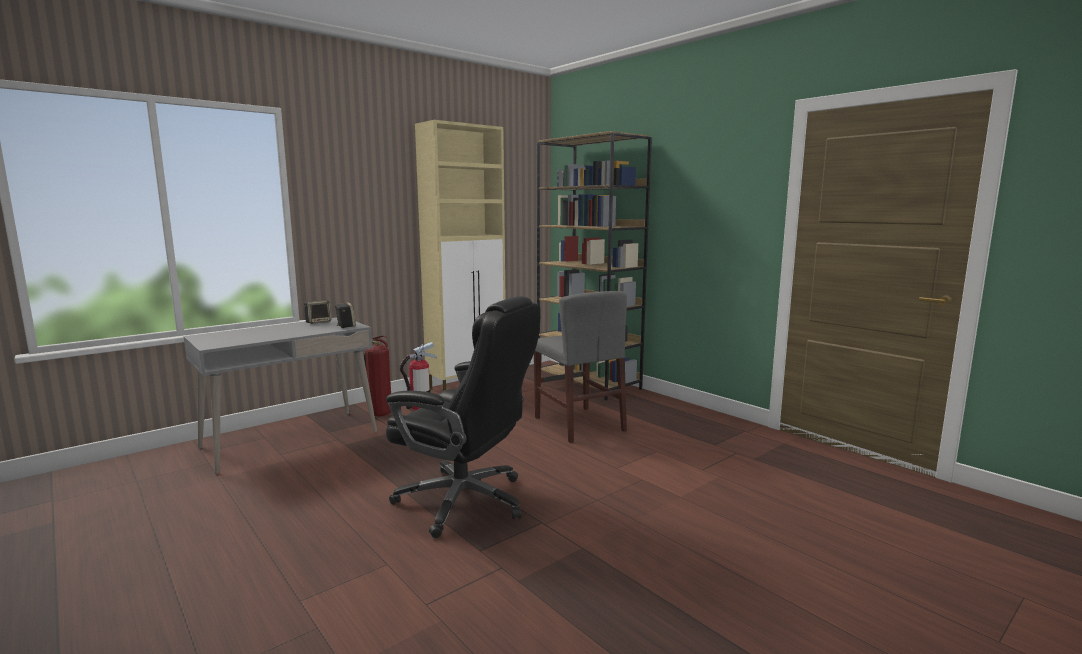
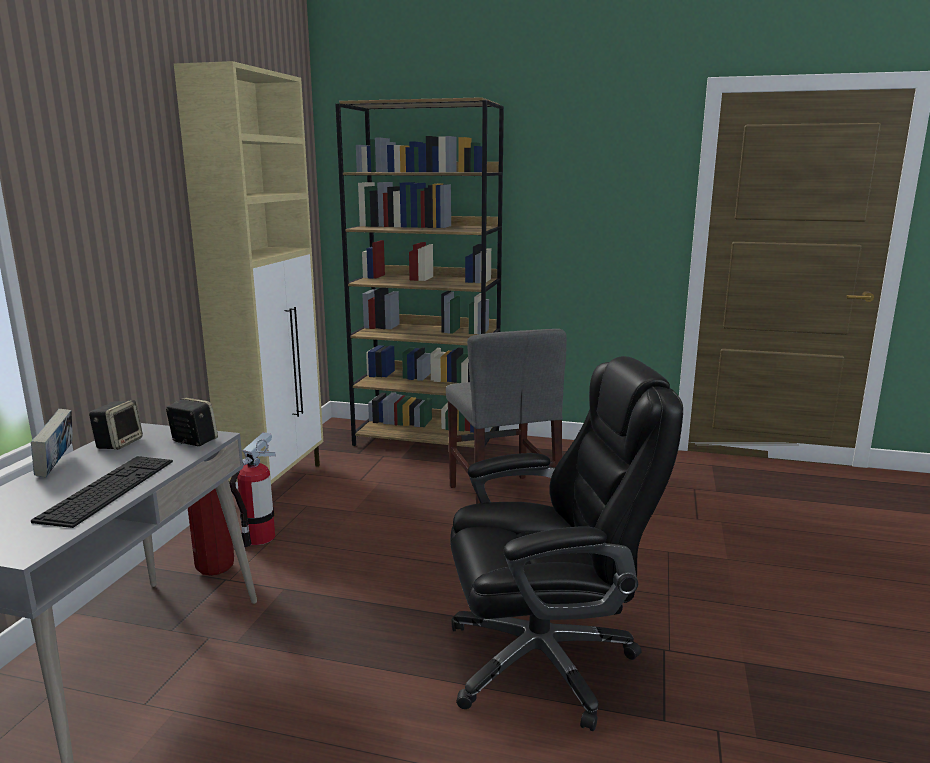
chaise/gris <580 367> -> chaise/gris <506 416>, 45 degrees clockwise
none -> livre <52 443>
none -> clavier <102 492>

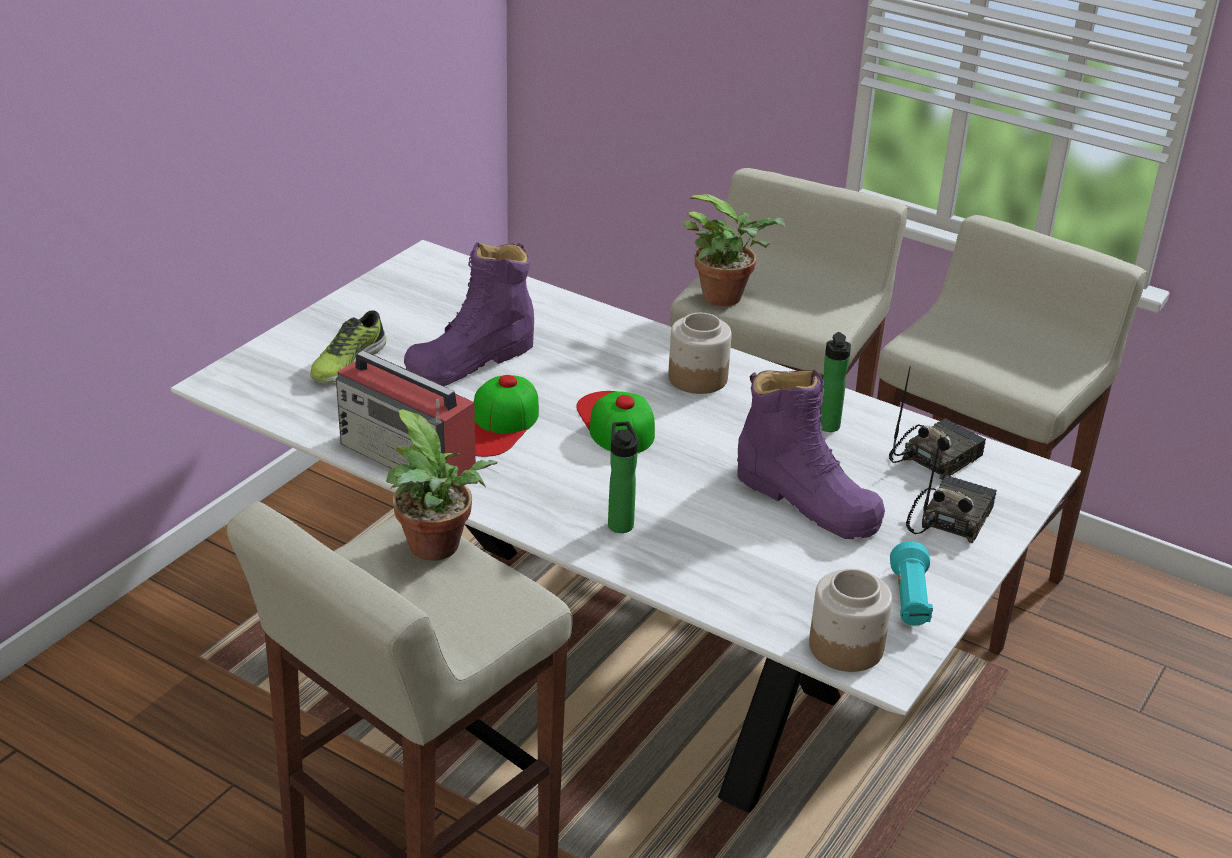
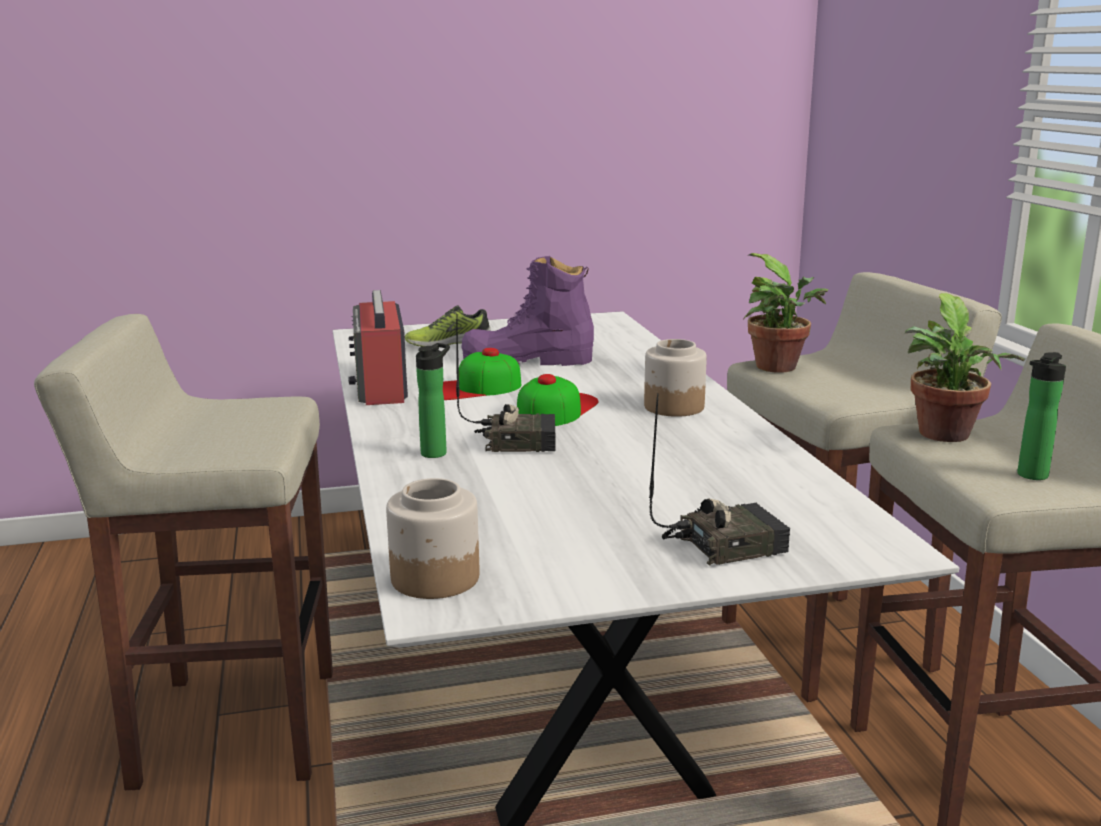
plante en pot <441 485> -> plante en pot <965 367>, shifted
botte/violet <811 454> -> none
bouteille <836 382> -> bouteille <1041 416>, shifted
radio <937 423> -> radio <505 383>, shifted
lampe de poche/turquoise <911 583> -> none

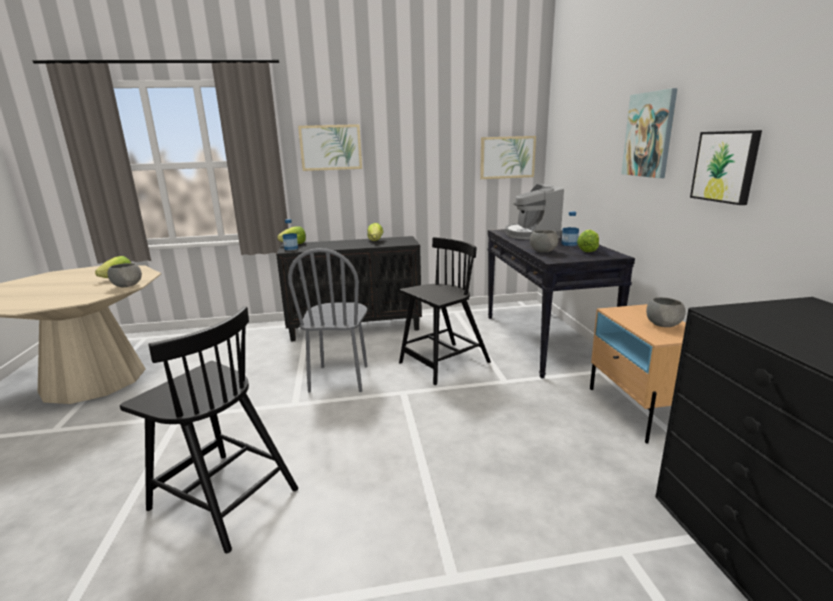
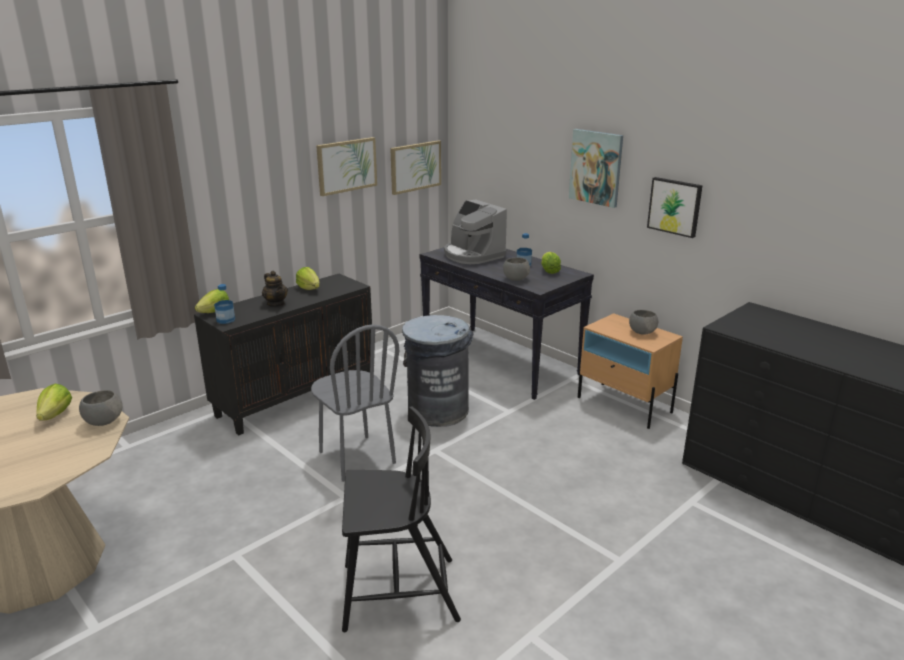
tableau <330 147> -> tableau <346 166>, shifted
chaise/noir <445 311> -> poubelle/gris <438 371>
none -> théière <275 289>

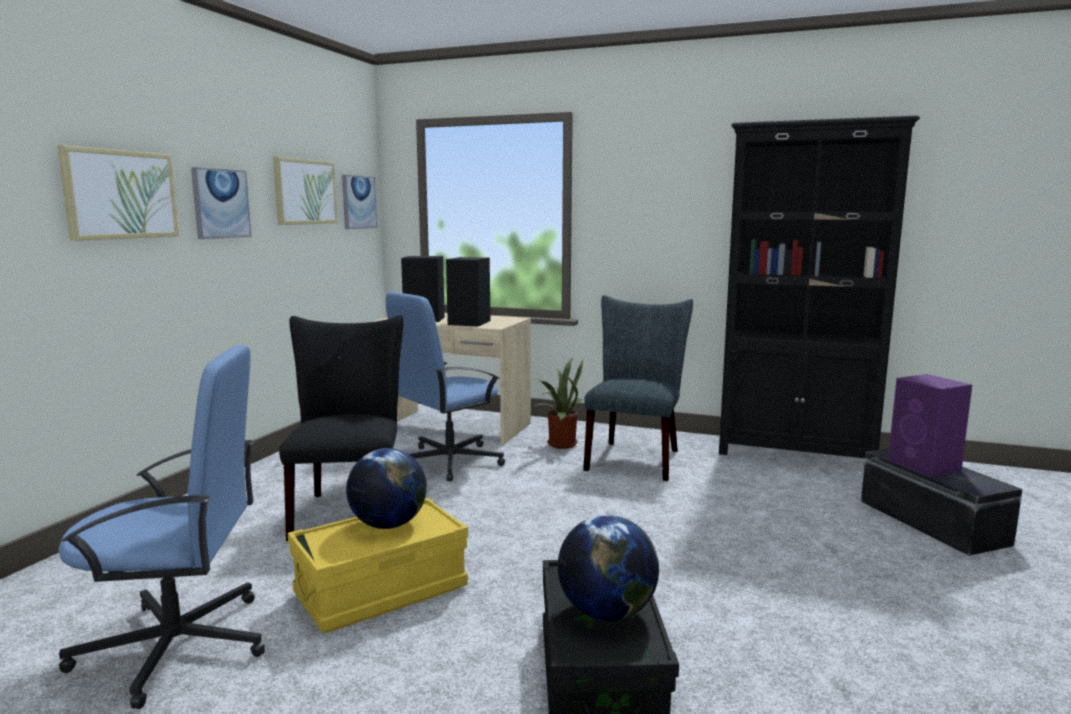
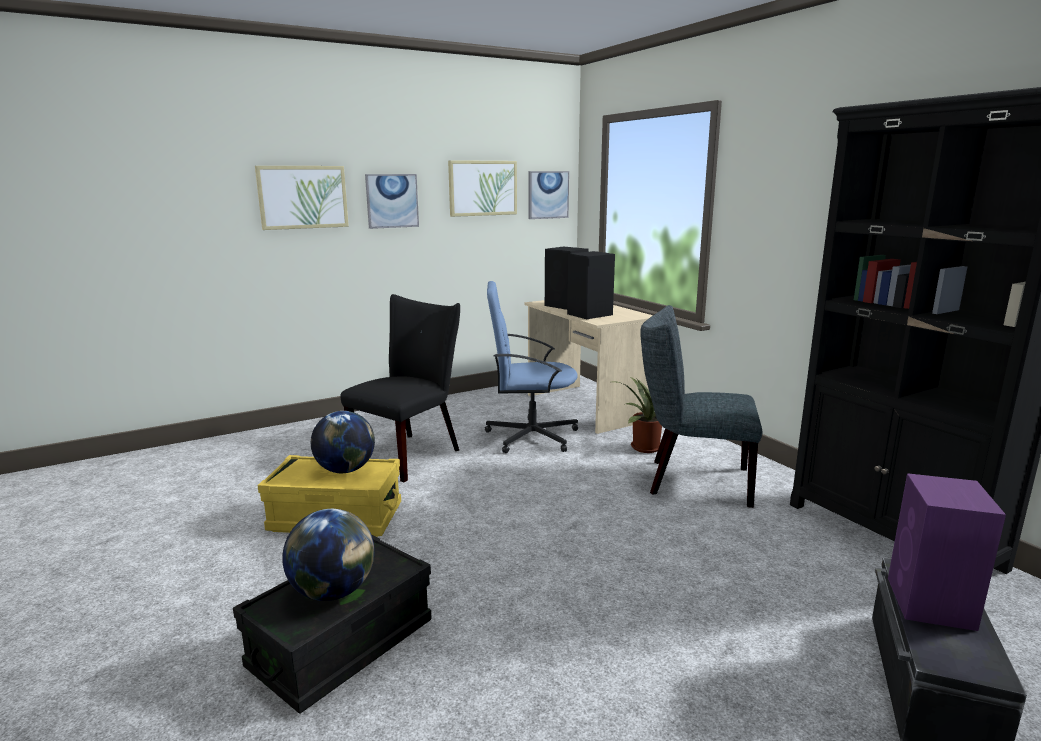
chaise de bureau/bleu <161 527> -> none
chaise/gris <638 388> -> chaise/gris <701 406>, 135 degrees counterclockwise

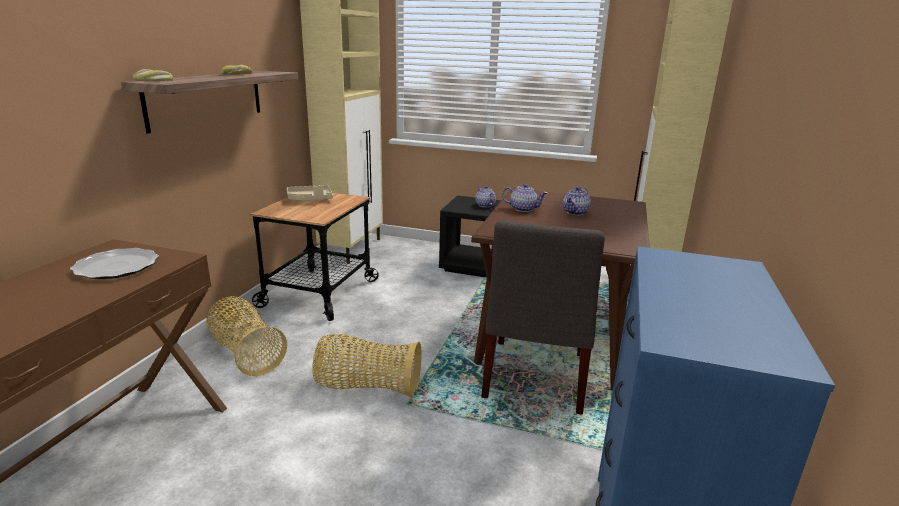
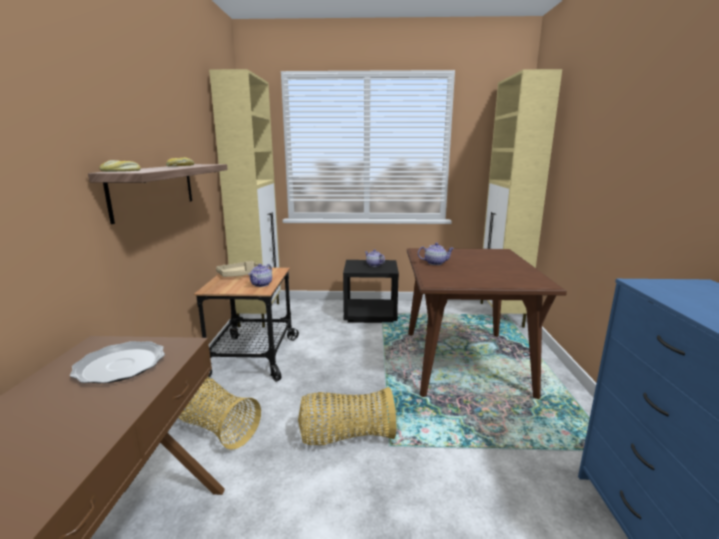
chaise/gris <543 317> -> none
théière <577 201> -> théière <260 275>, shifted

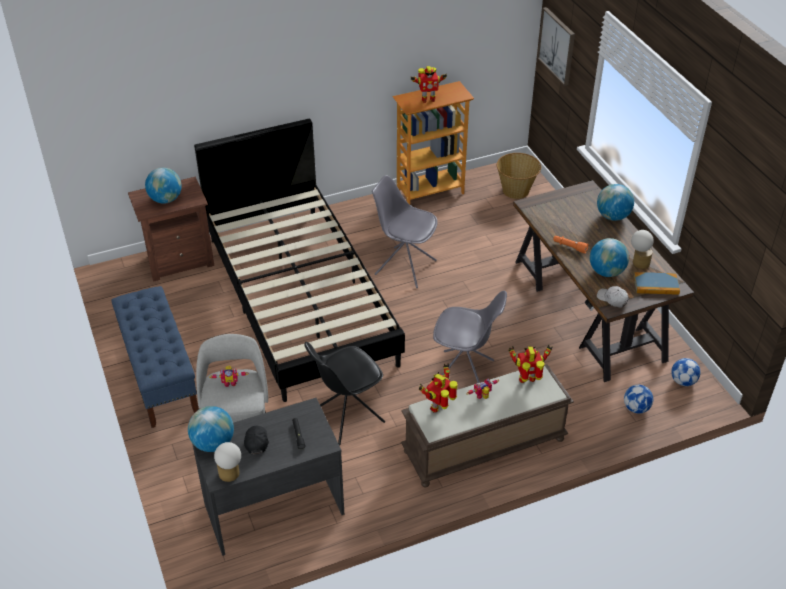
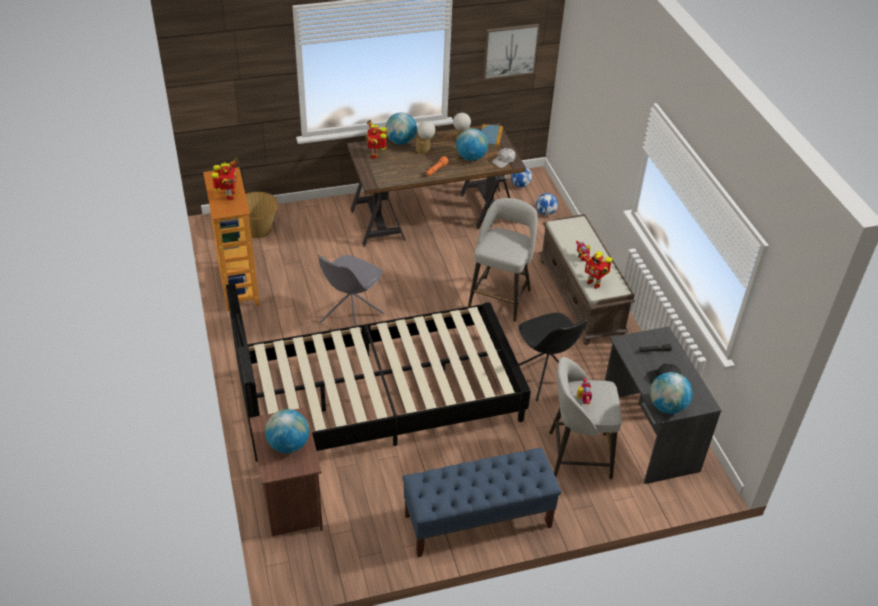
lampe de table <227 462> -> lampe de table <425 137>, shifted
chaise/gris <470 337> -> tabouret/gris <502 260>
robot jouet <531 364> -> robot jouet <375 139>, shifted
tableau <556 46> -> tableau <511 52>, shifted

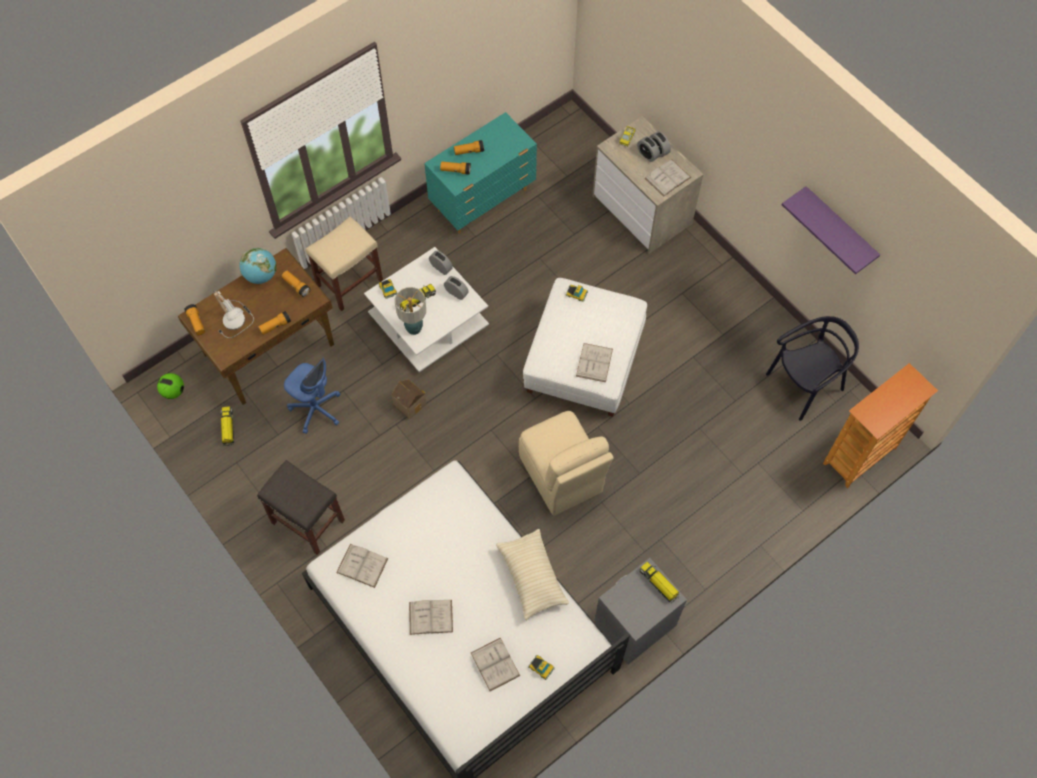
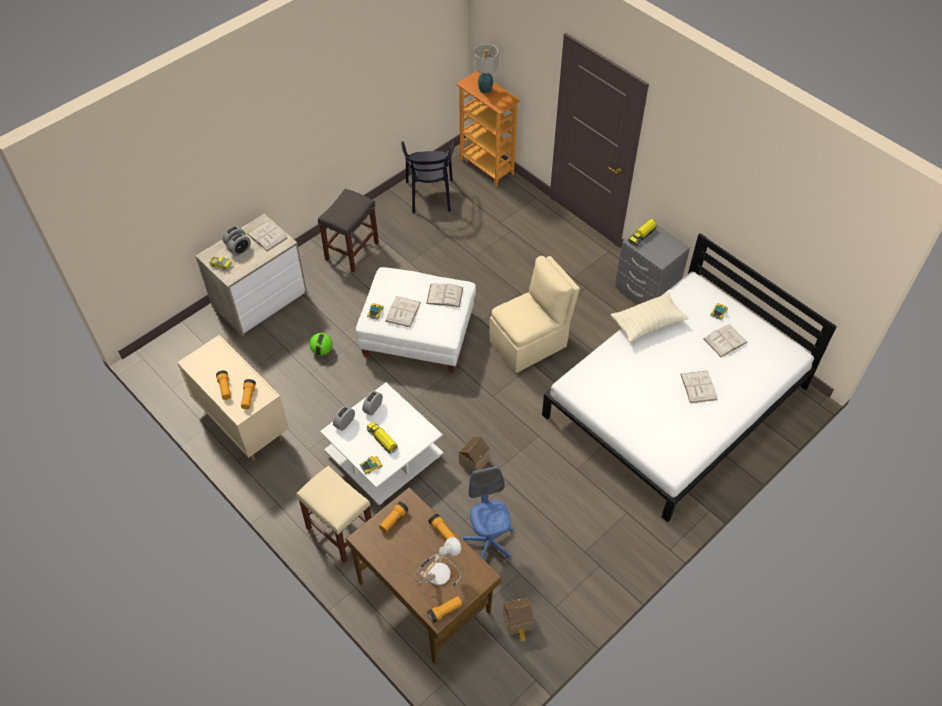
ballon de foot <170 386> -> ballon de foot <321 344>, shifted
camion jouet <227 426> -> maison miniature <518 619>
globe <258 266> -> none
tabouret/gris <301 507> -> tabouret/gris <348 231>, shifted
chaise de bureau/bleu <312 395> -> chaise de bureau/bleu <487 512>, 45 degrees counterclockwise
livre/blanc <362 566> -> livre/blanc <403 311>, shifted
lampe de table <410 311> -> lampe de table <486 68>, shifted
commode/turquoise <480 173> -> commode/beige <233 398>
chaise/noir <812 368> -> chaise/noir <427 176>, 150 degrees counterclockwise
étagère/violet <831 230> -> none

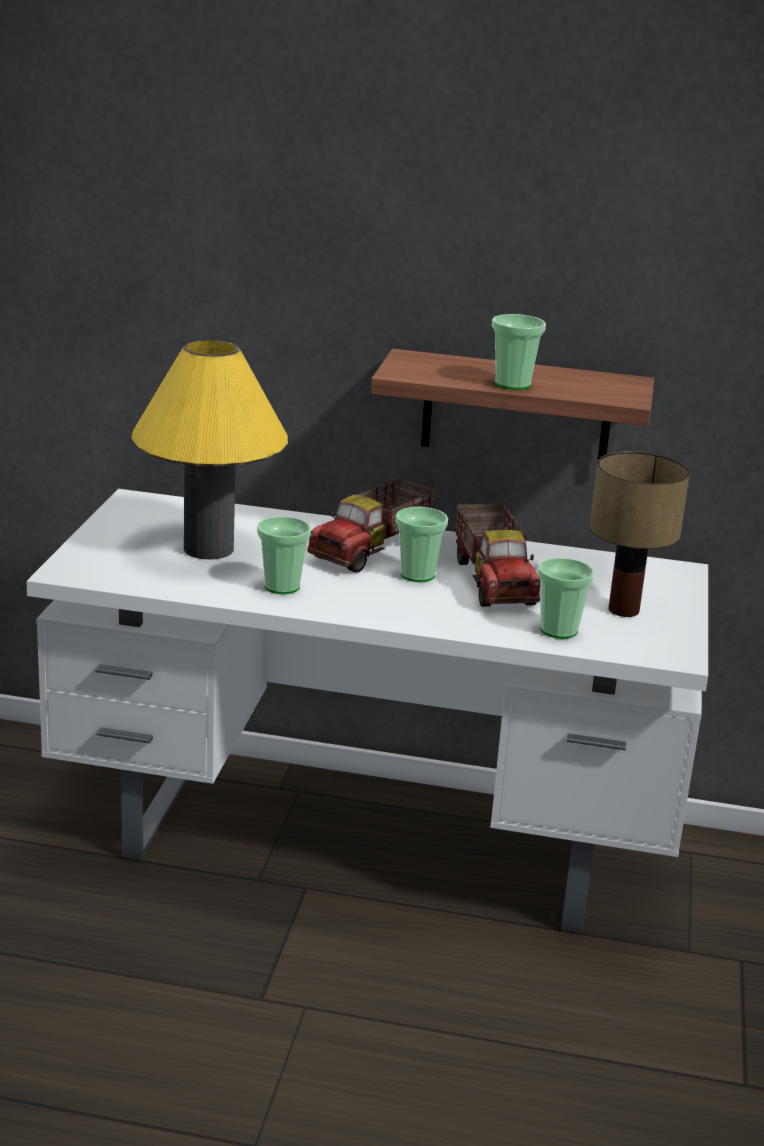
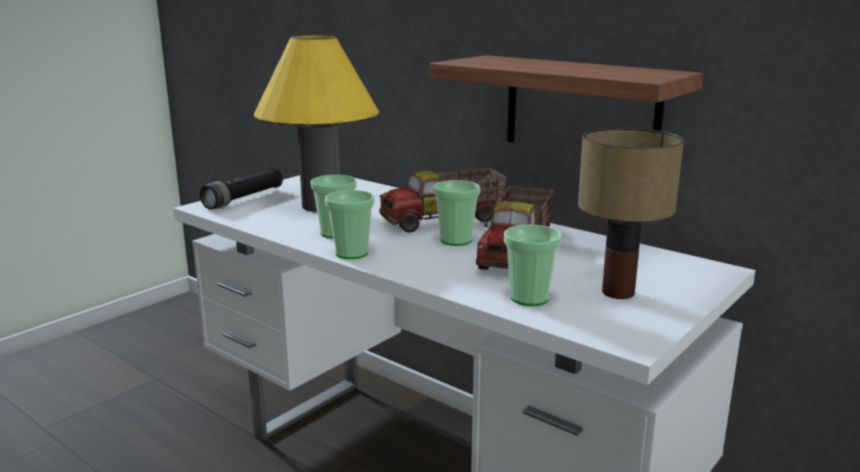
tasse <519 352> -> tasse <349 224>, shifted
none -> lampe de poche/noir <241 189>

